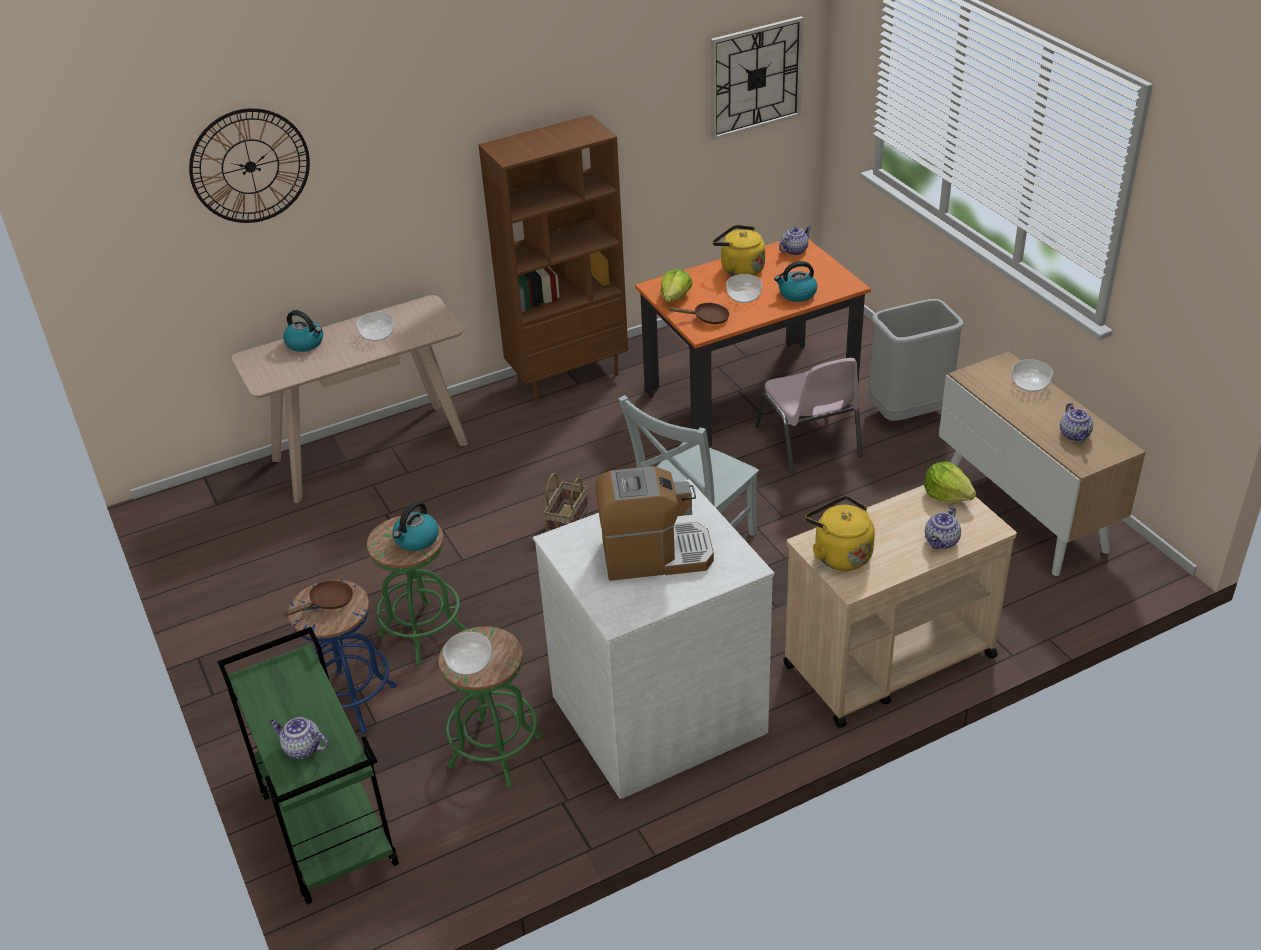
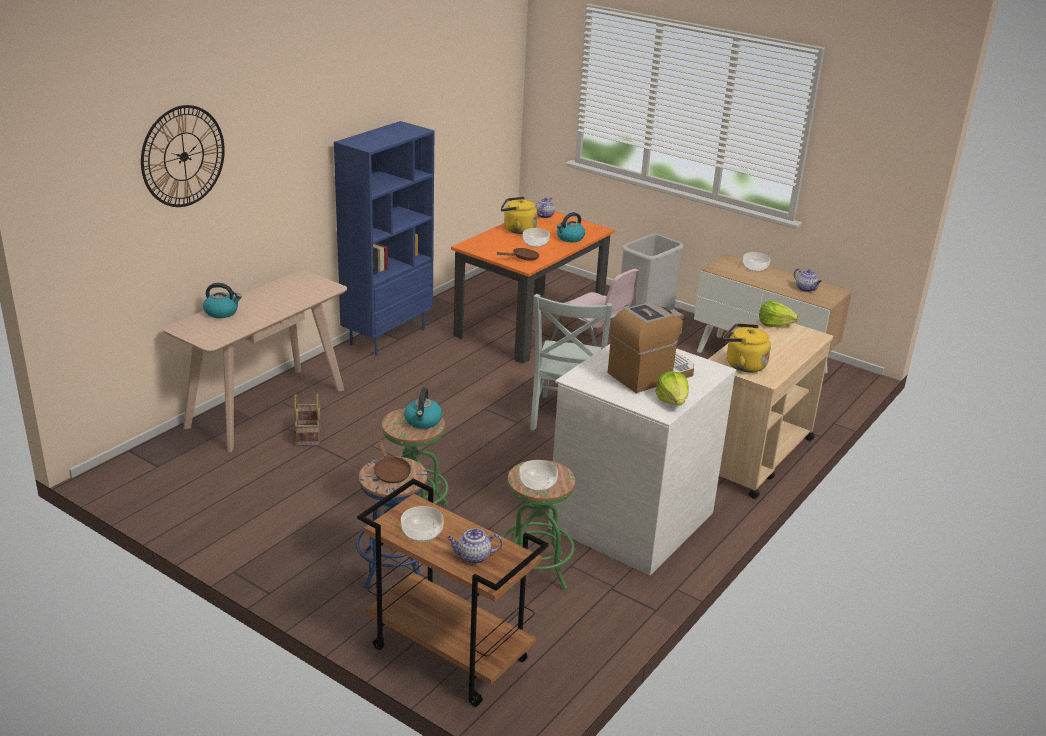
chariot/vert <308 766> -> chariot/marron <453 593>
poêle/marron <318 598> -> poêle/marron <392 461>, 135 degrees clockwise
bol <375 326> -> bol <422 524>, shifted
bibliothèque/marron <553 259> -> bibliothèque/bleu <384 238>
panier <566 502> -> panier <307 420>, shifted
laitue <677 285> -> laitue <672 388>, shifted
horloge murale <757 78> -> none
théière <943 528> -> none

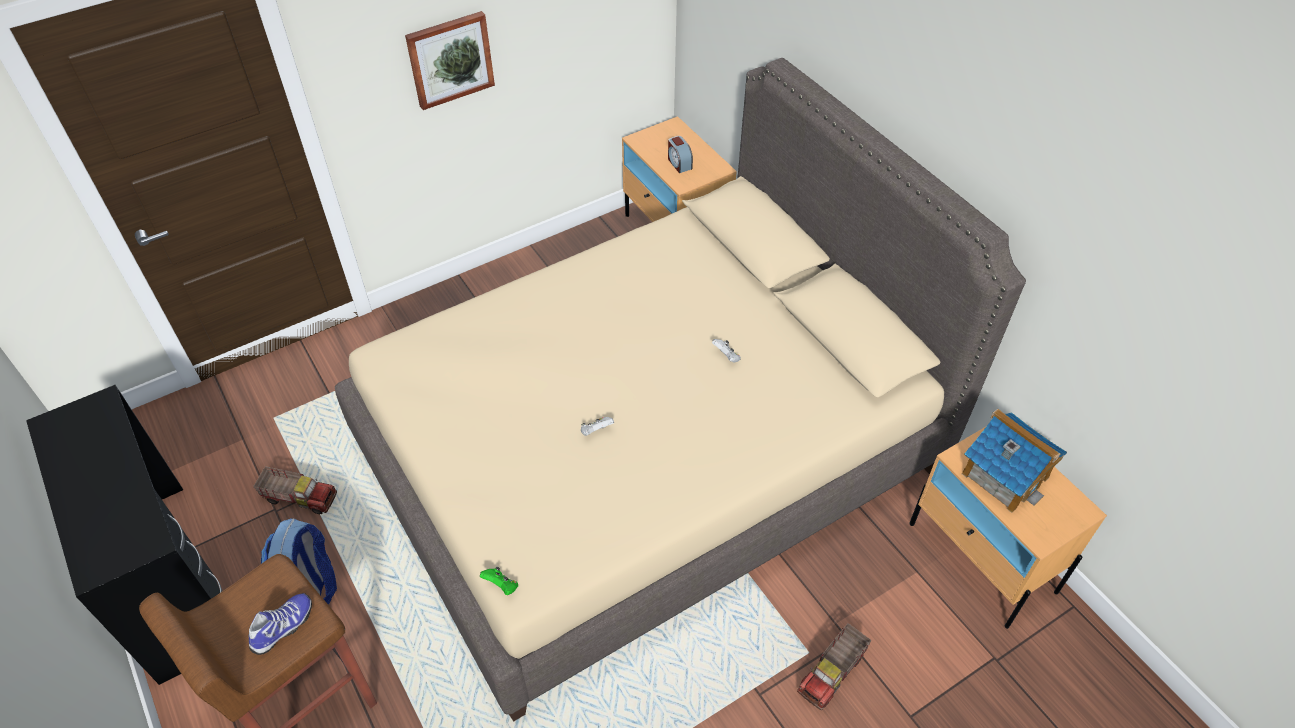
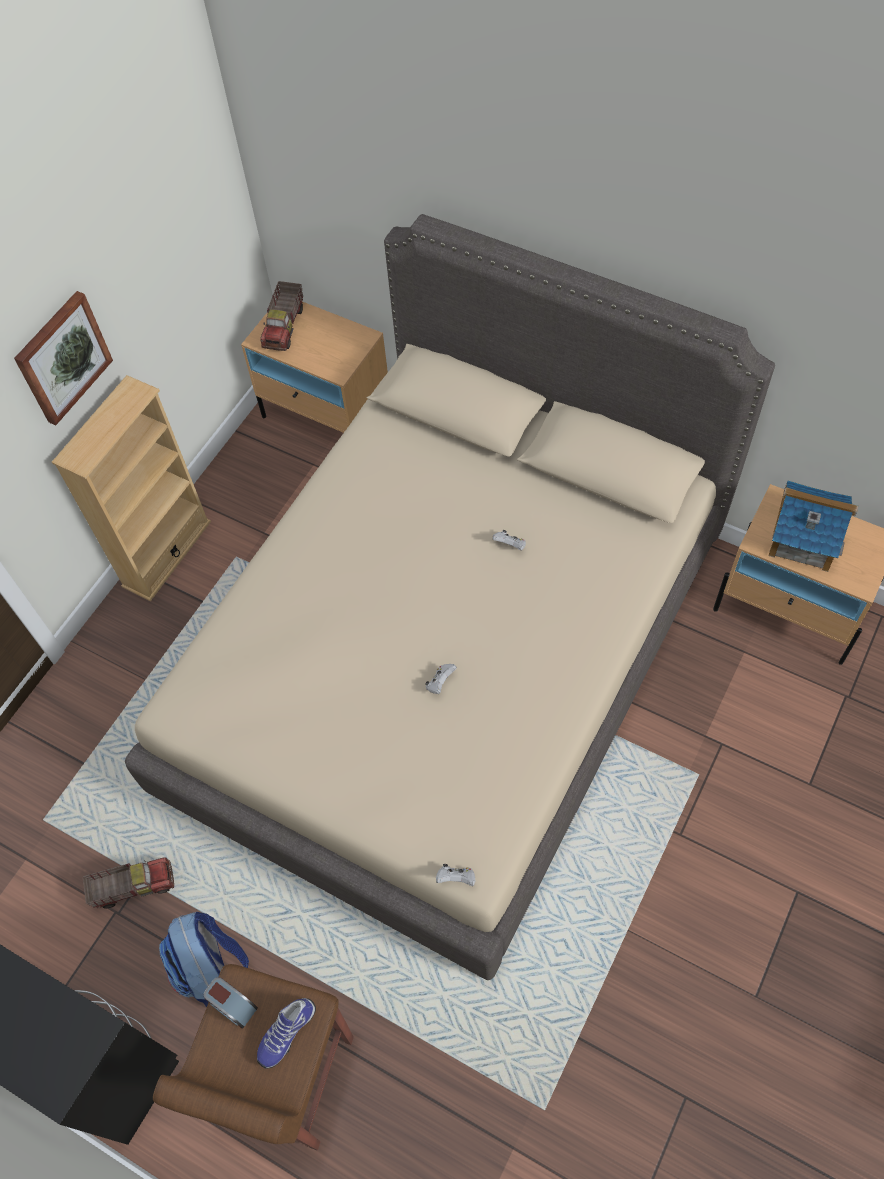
chaussure <280 624> -> chaussure <286 1033>, 150 degrees counterclockwise
manette/vert <499 581> -> manette/blanc <455 875>
réveil <680 154> -> réveil <231 1003>, shifted
camion jouet <834 666> -> camion jouet <281 316>, shifted
none -> bibliothèque/beige <131 488>

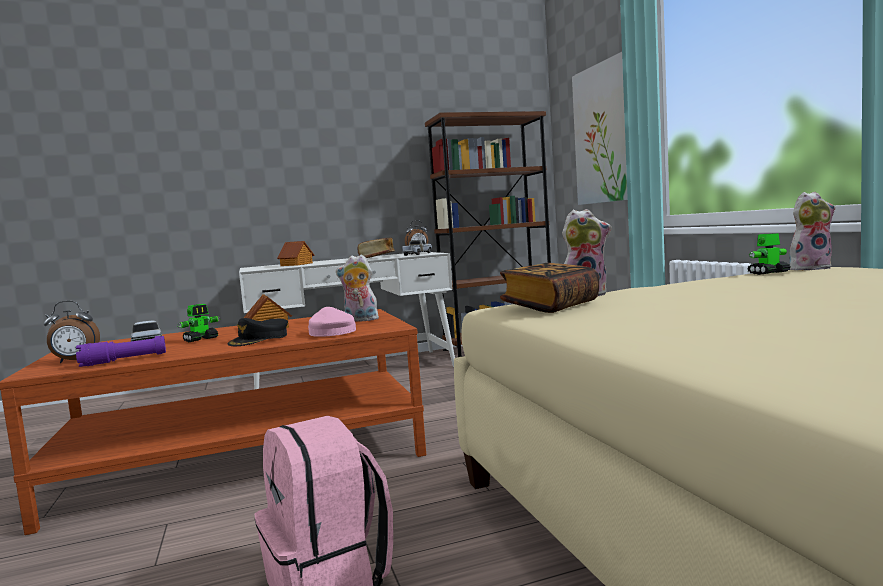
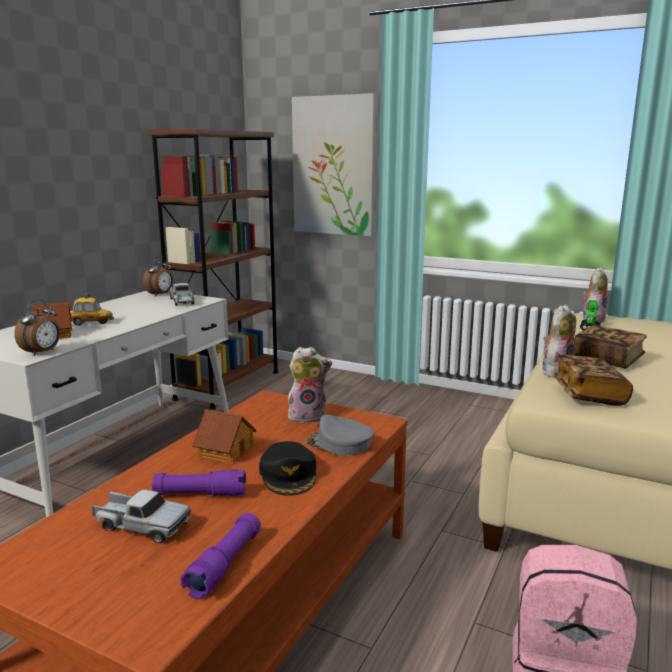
réveil <72 332> -> réveil <37 327>, shifted
robot jouet <199 323> -> lampe de poche/violet <199 483>
casquette/rose <332 322> -> casquette/gris <340 434>
peluche <357 288> -> peluche <310 385>, 150 degrees counterclockwise
livre <376 248> -> livre <610 346>, shifted
none -> petite voiture <92 309>

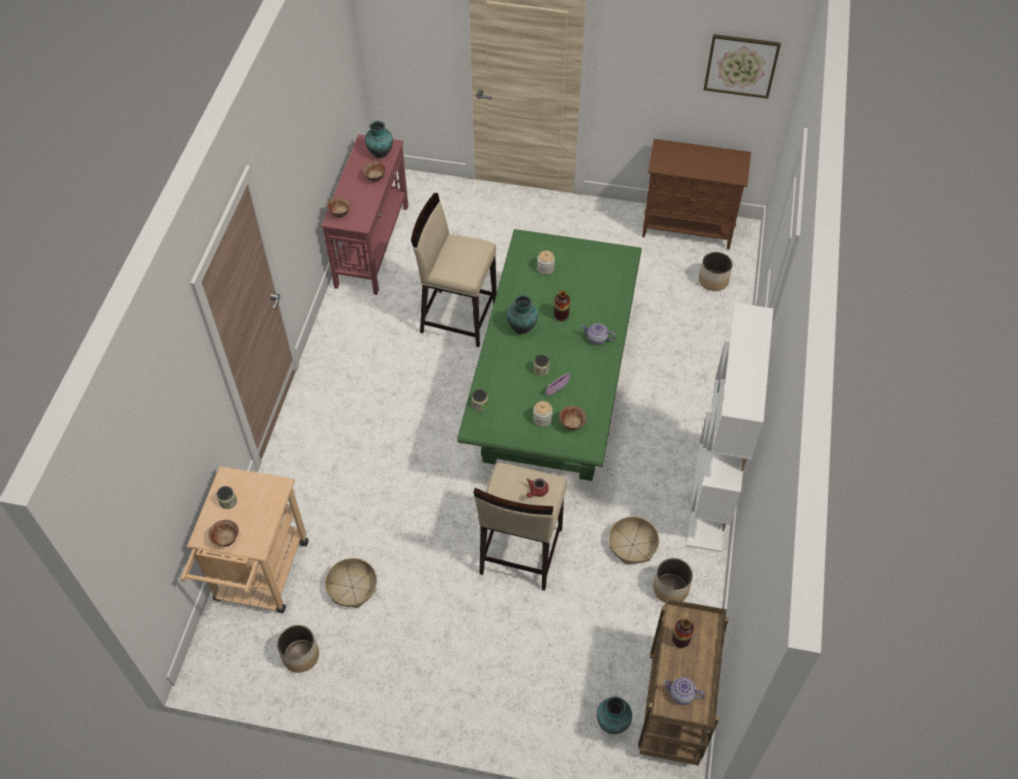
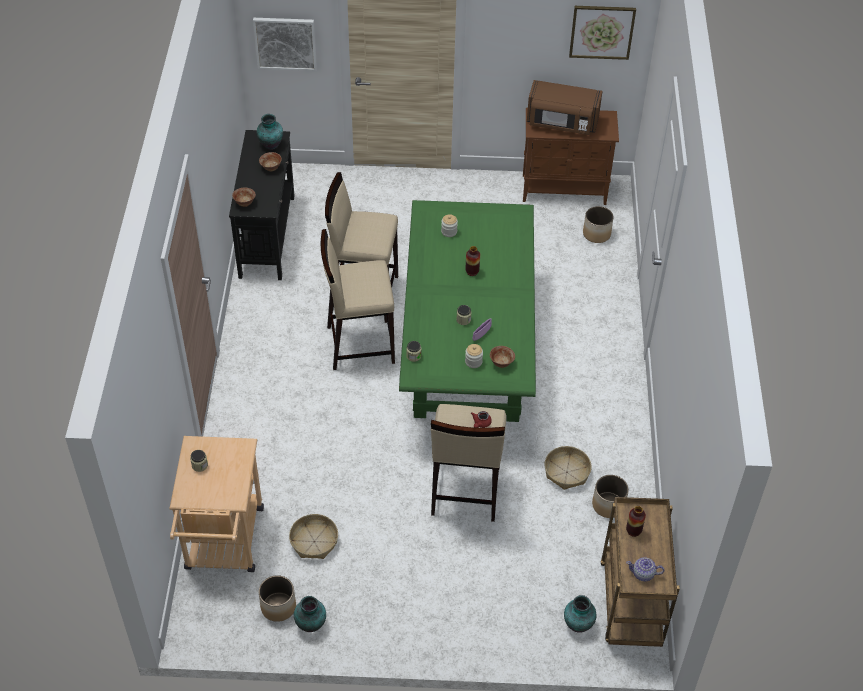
bol <223 533> -> none
table console/rouge <364 214> -> table console/noir <262 205>
vase <522 314> -> vase <310 614>, shifted
théière <598 334> -> none
bibliothèque/blanc <730 427> -> none
none -> tableau <285 44>
none -> tabouret/beige <358 299>
none -> micro-ondes/marron <564 107>

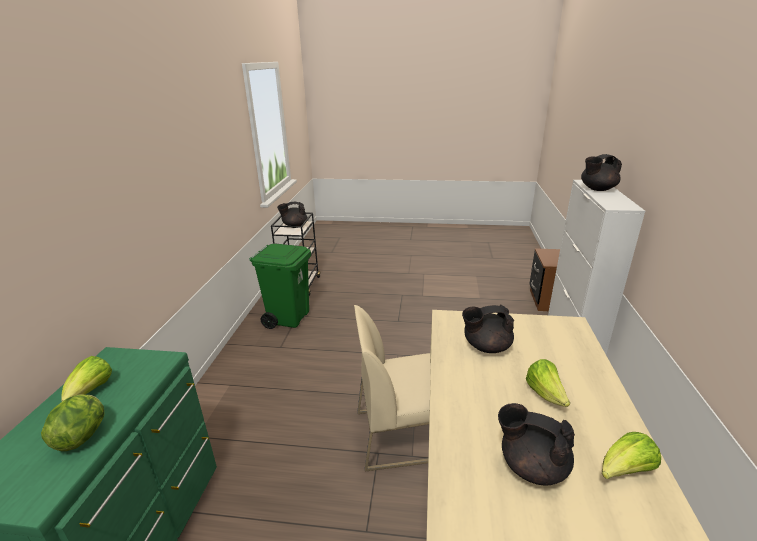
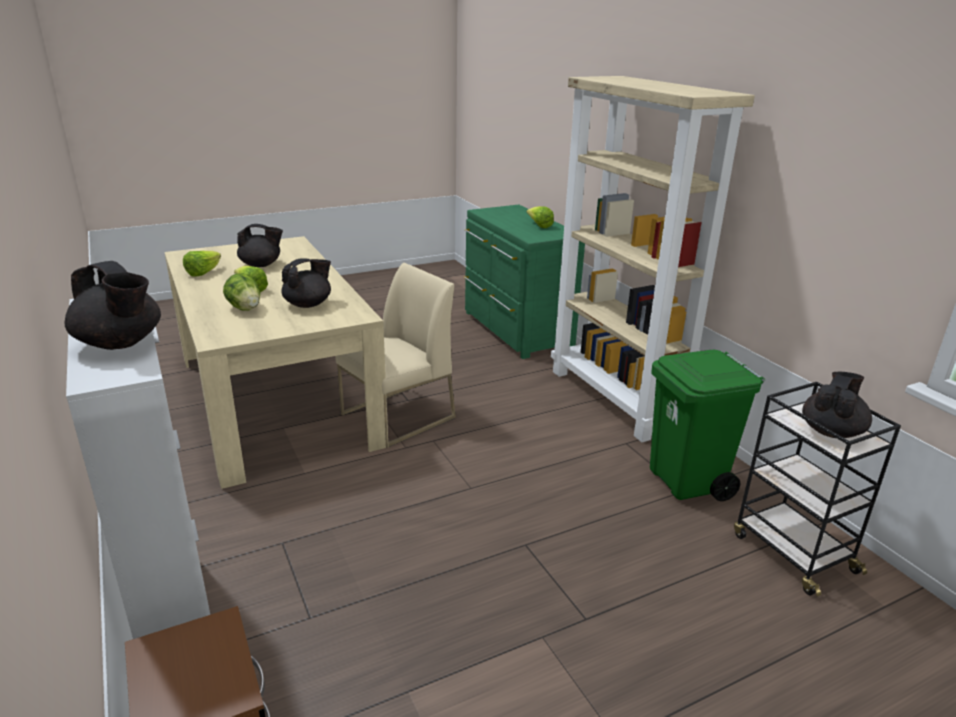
laitue <72 422> -> laitue <241 292>, shifted
théière/noir <601 172> -> théière/noir <113 305>, 90 degrees clockwise
none -> bibliothèque/beige <653 259>

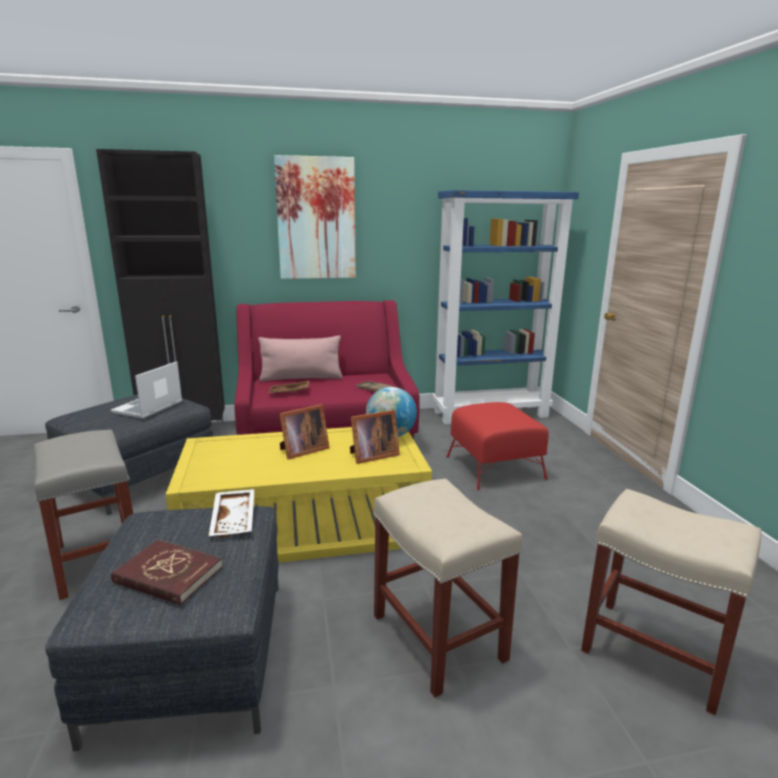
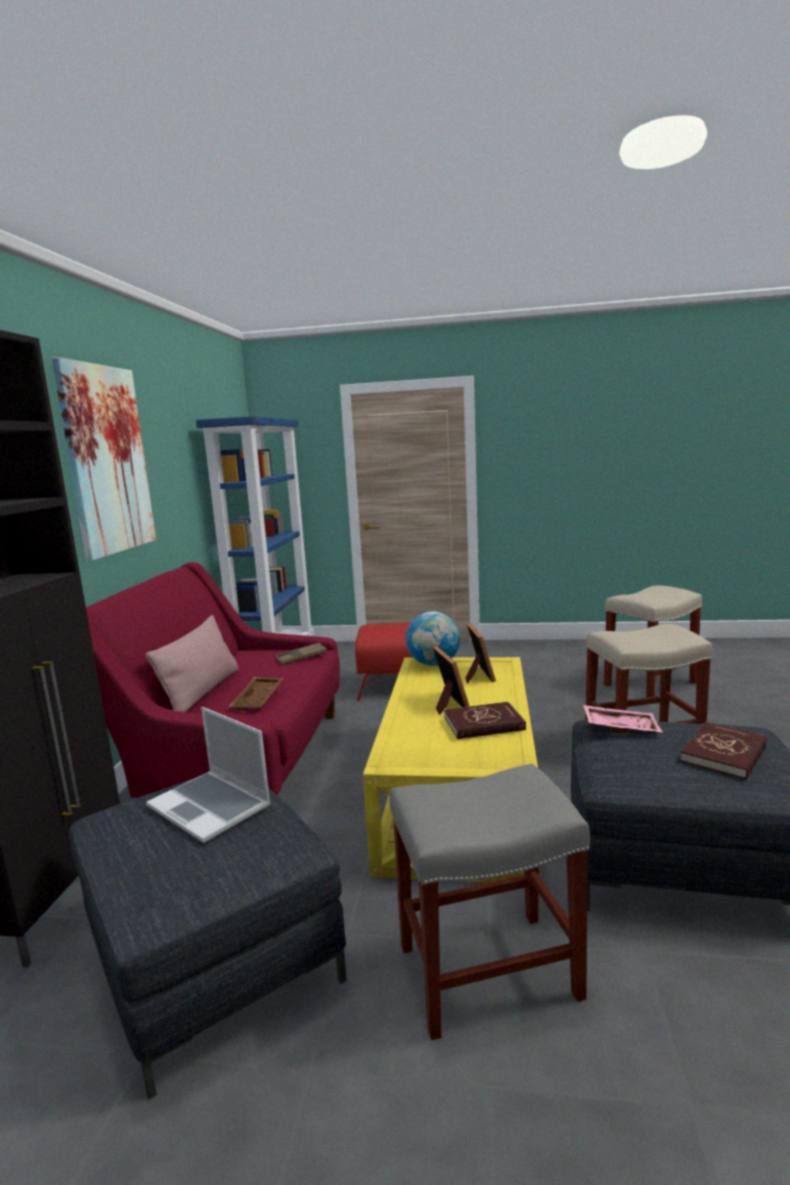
plateau/blanc <232 513> -> plateau/rose <623 719>
none -> livre/rouge <485 720>

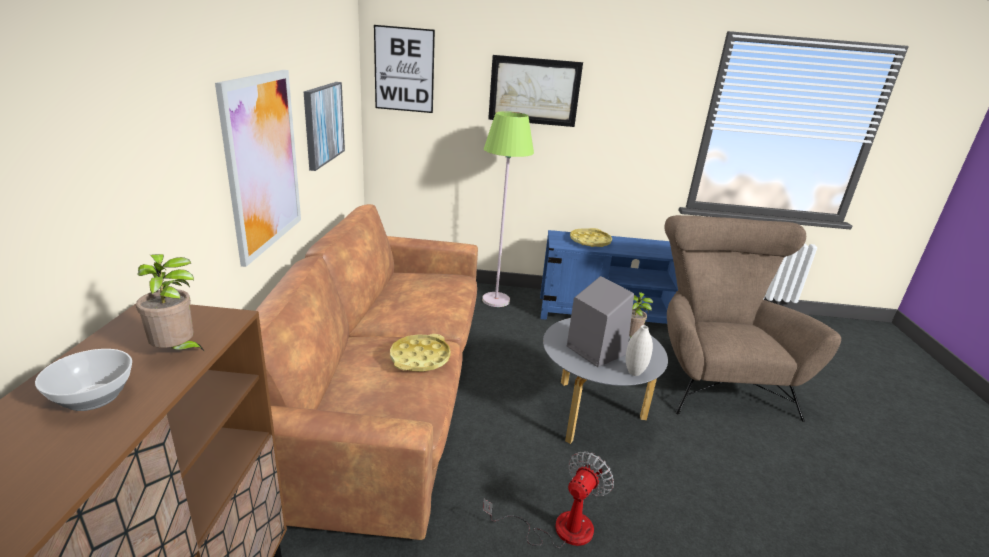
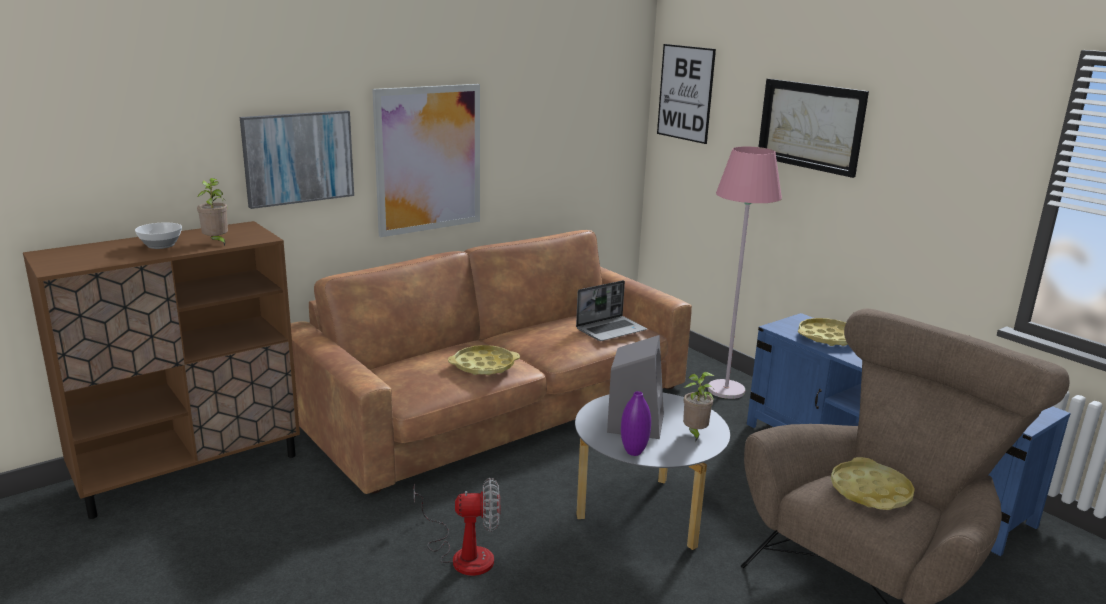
tableau <324 126> -> tableau <297 159>, shifted
lampadaire/vert <508 209> -> lampadaire/rose <745 273>
vase/blanc <639 350> -> vase/violet <636 423>
none -> ordinateur portable <611 310>
none -> plateau/jaune <873 483>

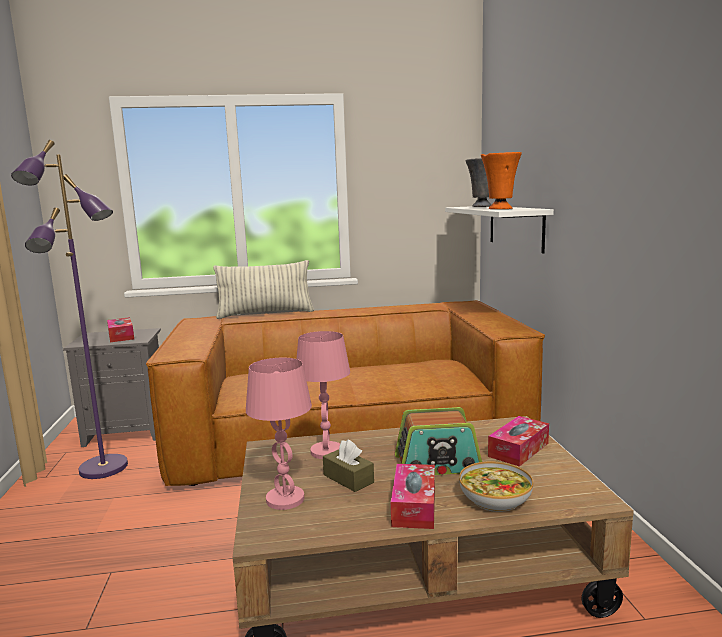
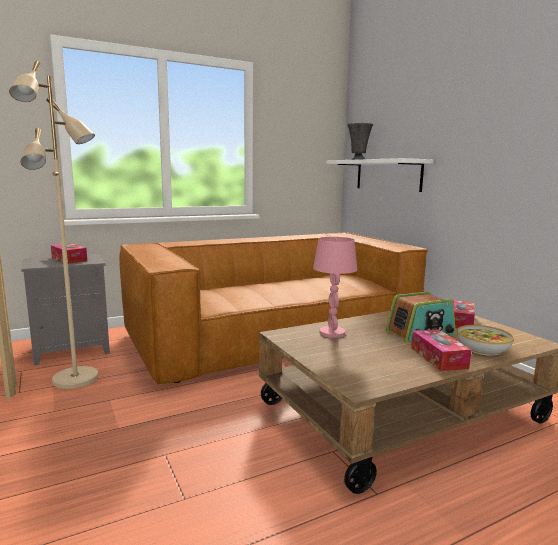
lampadaire/violet <69 309> -> lampadaire/beige <53 225>
coussin <263 289> -> none
lampe de table/rose <279 434> -> none
boîte à mouchoirs/marron <348 465> -> none
vase/orange <501 180> -> none

